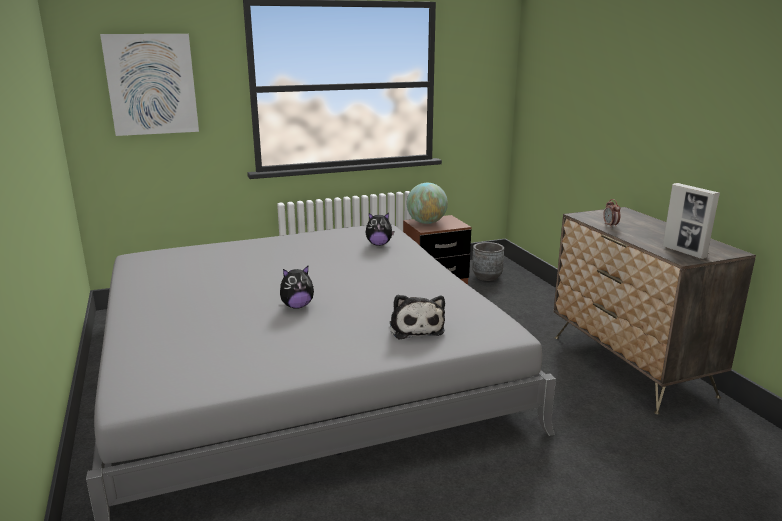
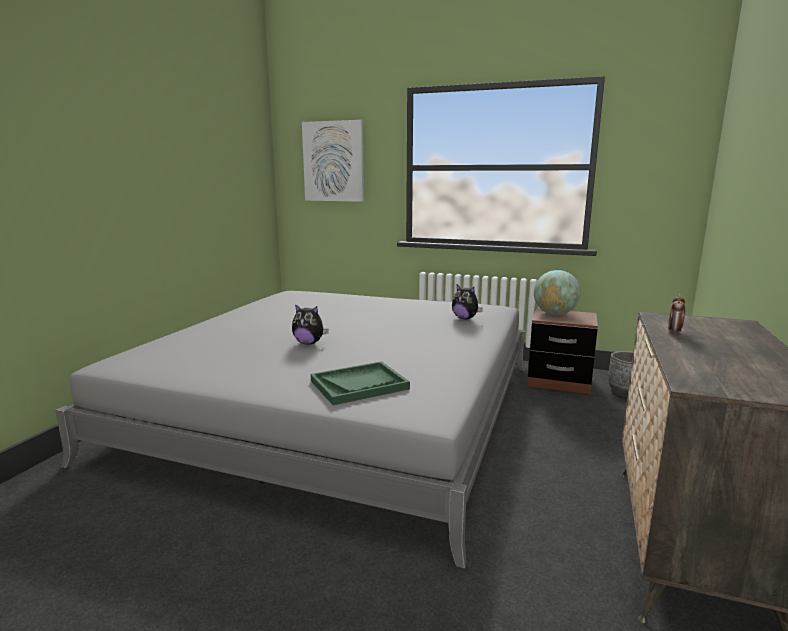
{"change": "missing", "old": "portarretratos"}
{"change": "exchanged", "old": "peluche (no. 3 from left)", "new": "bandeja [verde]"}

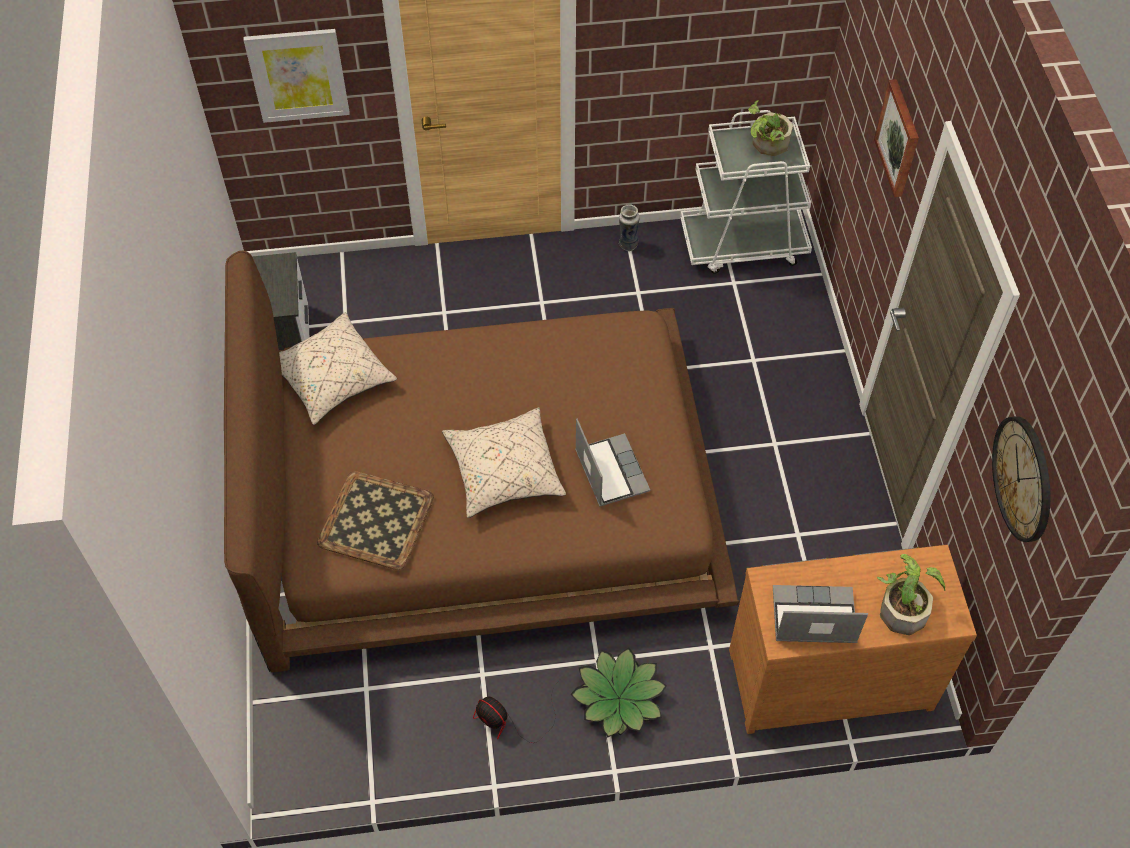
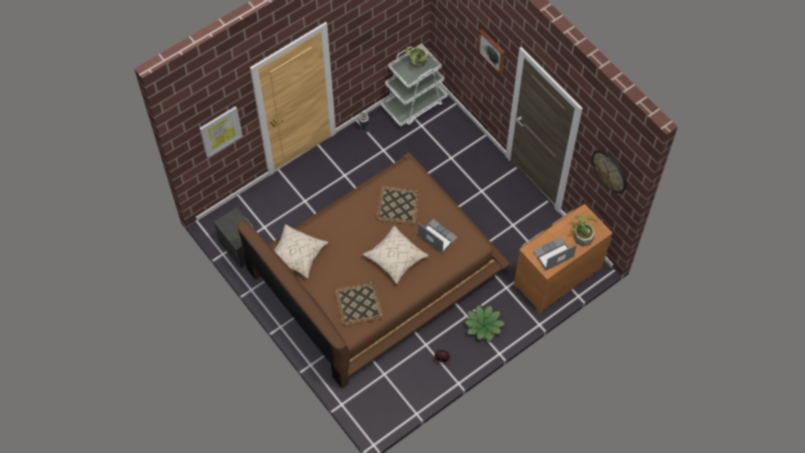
{"change": "appeared", "new": "bandeja (no. 2 from left)"}

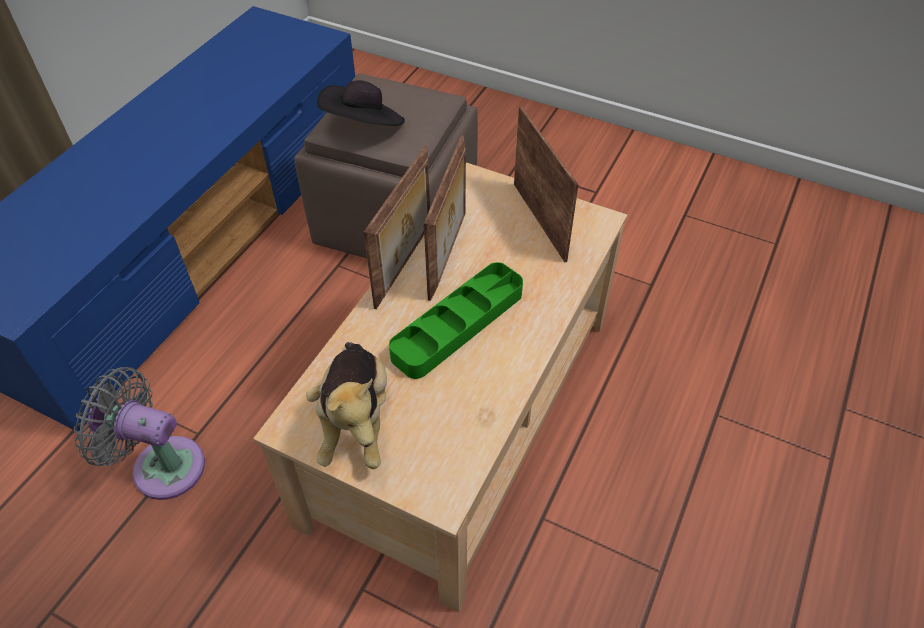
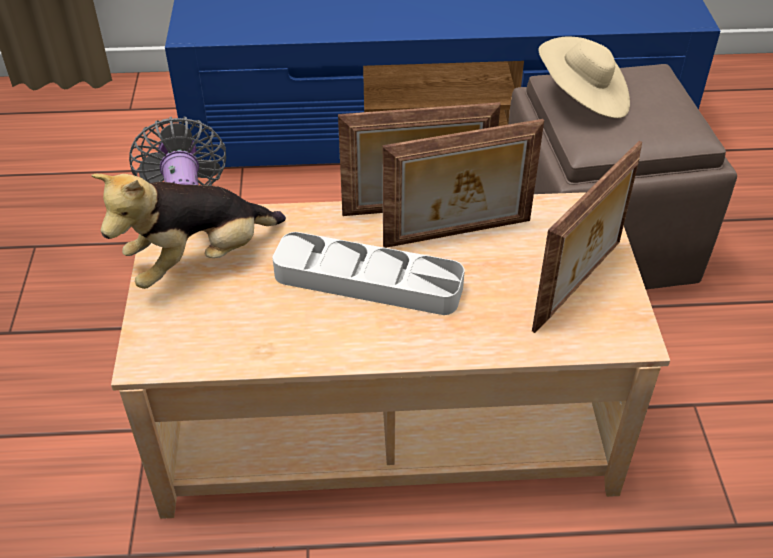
{"change": "colour", "old": "sombrero [negro]", "new": "sombrero [beis]"}
{"change": "colour", "old": "bandeja [verde]", "new": "bandeja [gris]"}

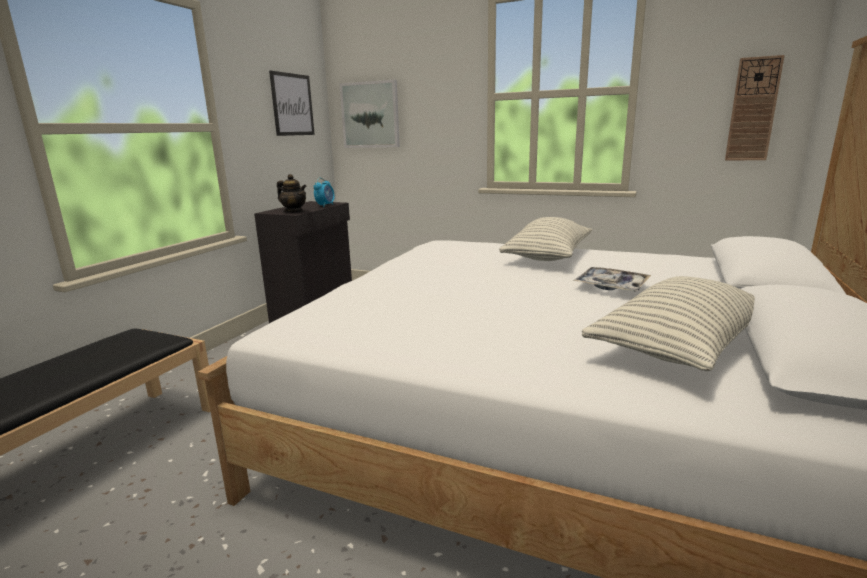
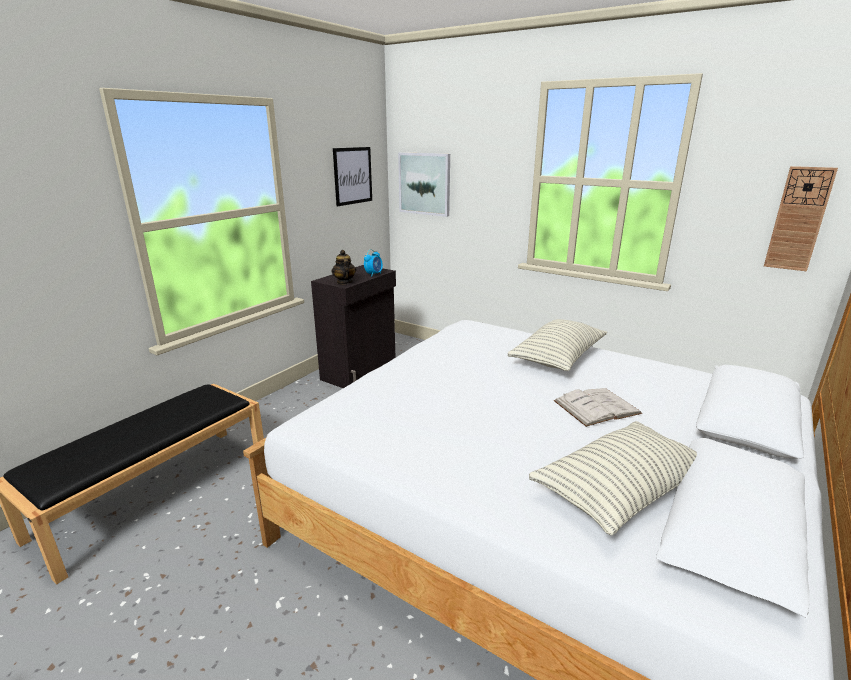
{"change": "spun", "old": "tetera", "degrees": -150}
{"change": "exchanged", "old": "bandeja", "new": "libro [blanco]"}

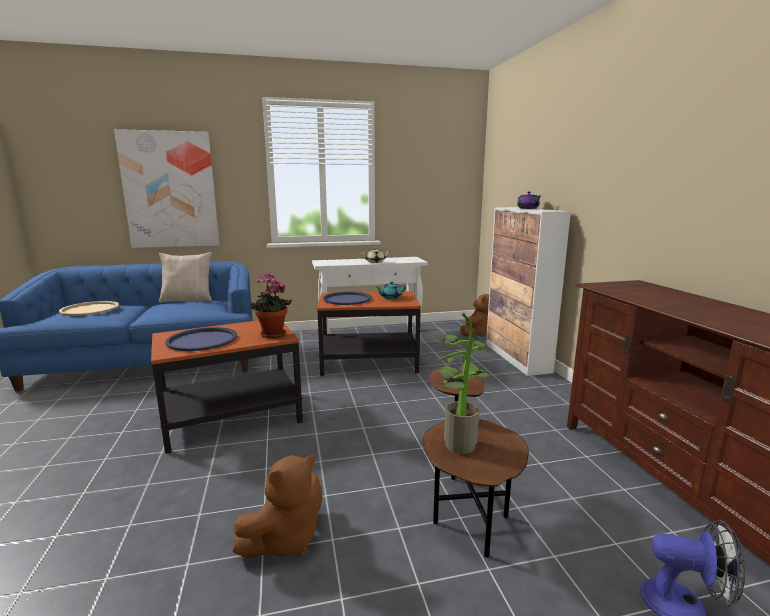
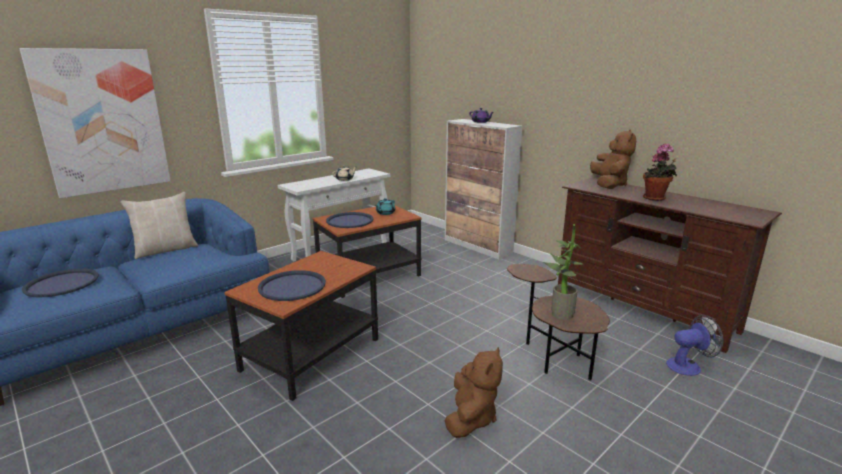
{"change": "relocated", "old": "planta en maceta (no. 1 from left in the first image)", "new": "planta en maceta (no. 2 from left)"}
{"change": "relocated", "old": "peluche [marrón] (no. 2 from left)"}
{"change": "colour", "old": "bandeja [beis]", "new": "bandeja [azul] (no. 1 from left)"}

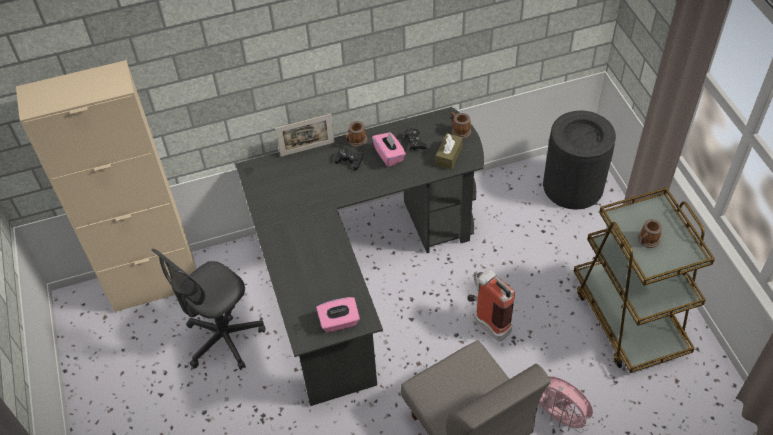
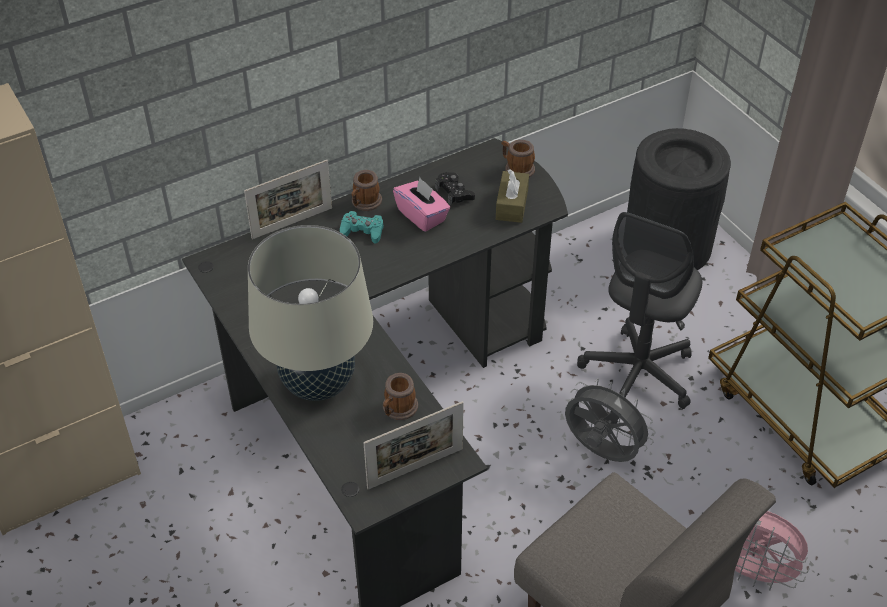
{"change": "colour", "old": "mando de consola [negro] (no. 1 from left)", "new": "mando de consola [turquesa]"}
{"change": "relocated", "old": "taza grande (no. 3 from left in the first image)", "new": "taza grande (no. 2 from left)"}
{"change": "relocated", "old": "silla de oficina [gris]"}
{"change": "exchanged", "old": "extintor", "new": "ventilador [gris]"}
{"change": "exchanged", "old": "caja de pañuelos [rosa] (no. 1 from left)", "new": "portarretratos (no. 2 from left)"}
{"change": "appeared", "new": "lámpara de mesa [beis]"}

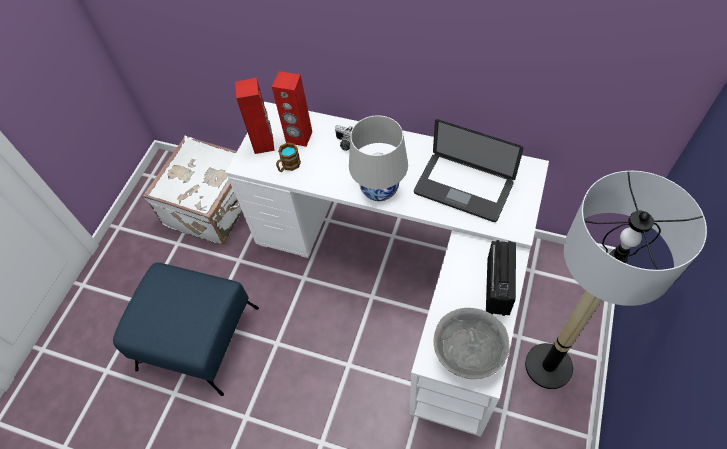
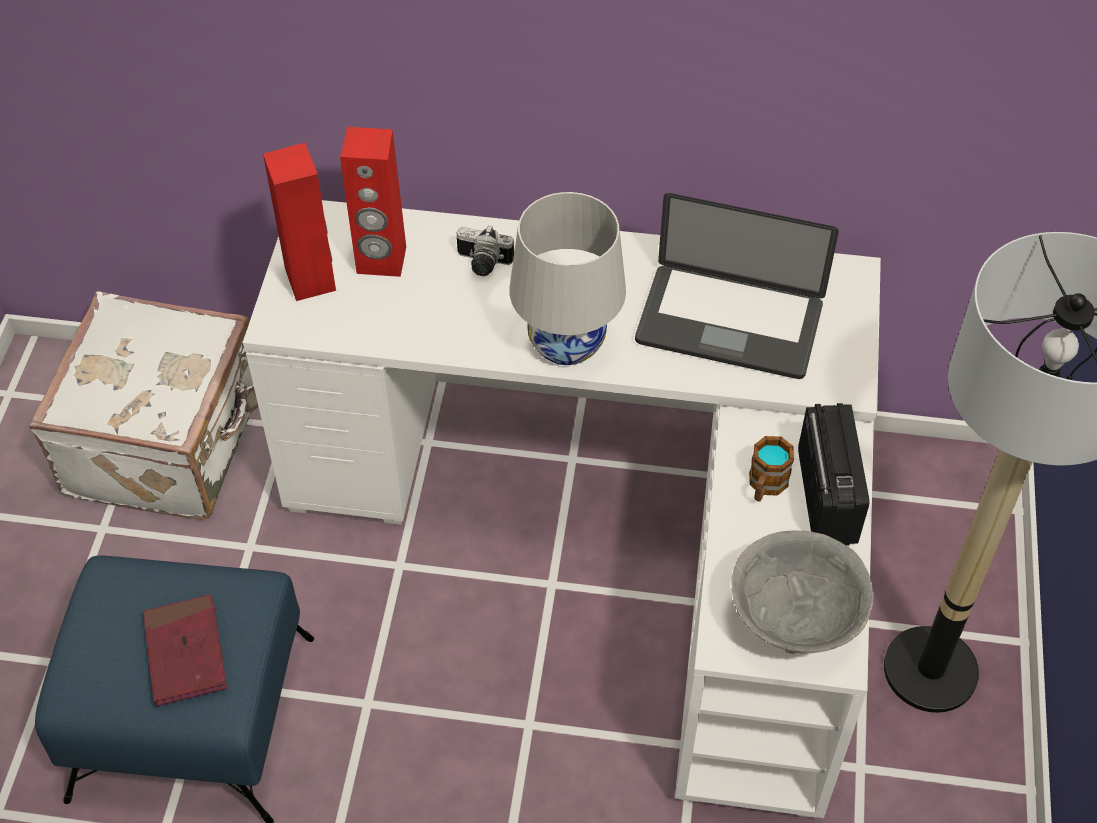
{"change": "relocated", "old": "taza grande"}
{"change": "appeared", "new": "libro [rojo]"}

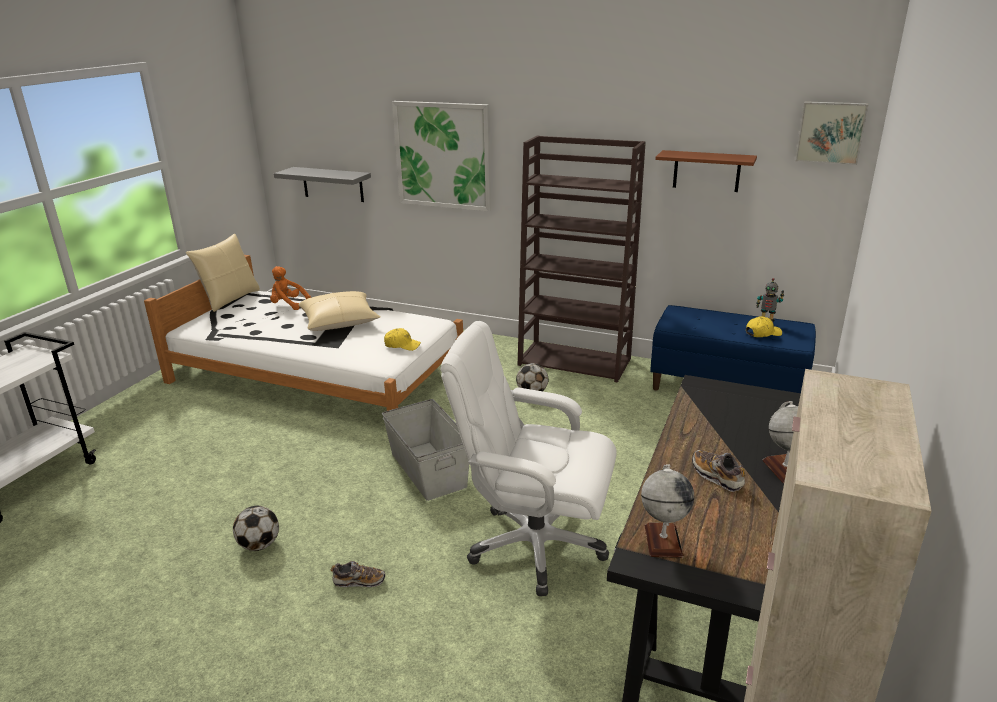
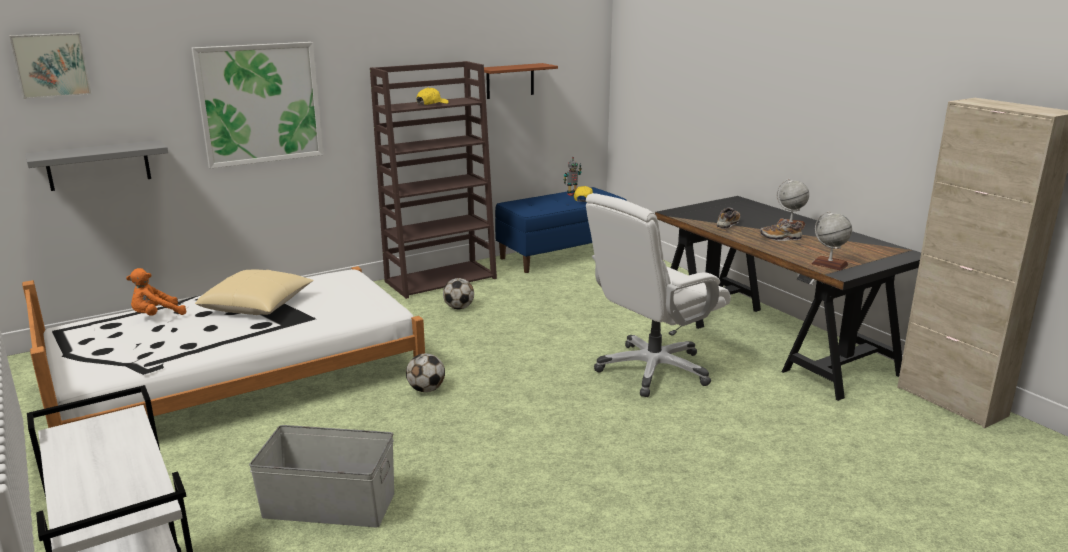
{"change": "relocated", "old": "cuadro (no. 2 from left in the first image)", "new": "cuadro (no. 1 from left)"}
{"change": "missing", "old": "cojín [beis] (no. 1 from left)"}
{"change": "relocated", "old": "gorra [amarillo] (no. 1 from left)"}
{"change": "relocated", "old": "caja de almacenaje [gris]"}
{"change": "relocated", "old": "balón de fútbol (no. 1 from left)"}
{"change": "relocated", "old": "zapato (no. 1 from left)"}

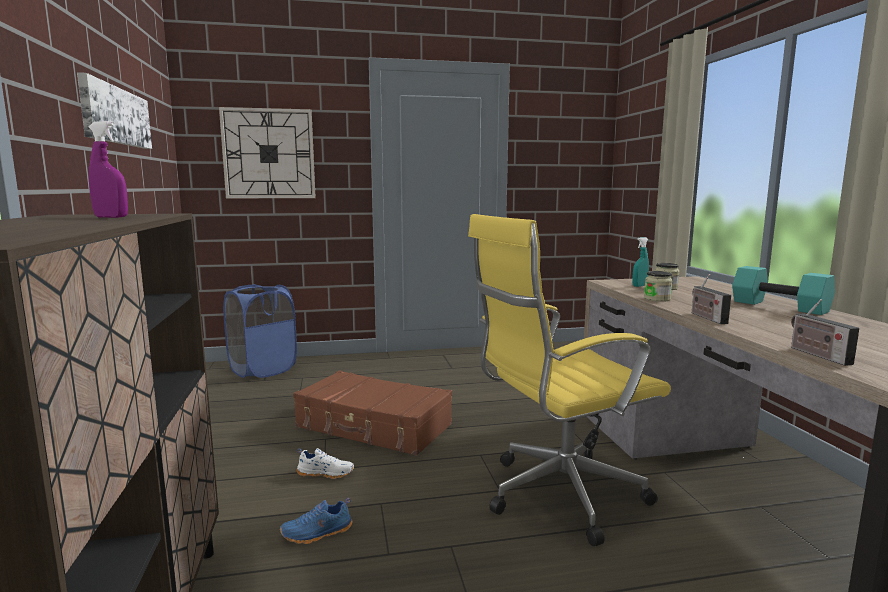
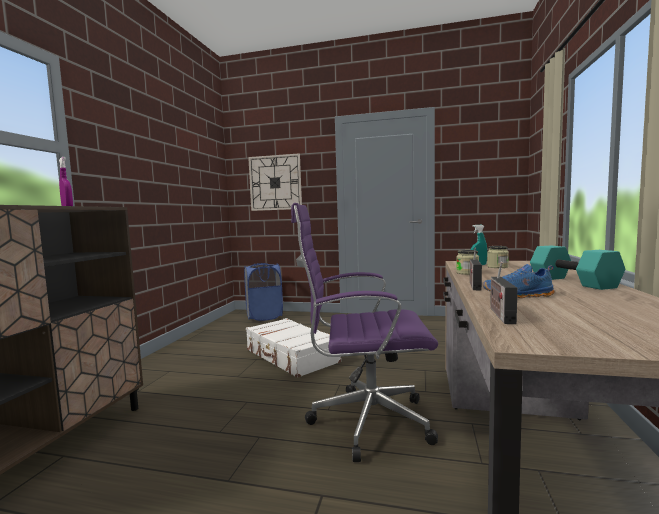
{"change": "missing", "old": "cuadro"}
{"change": "colour", "old": "silla de oficina [amarillo]", "new": "silla de oficina [morado]"}
{"change": "colour", "old": "maleta [marrón]", "new": "maleta [blanco]"}
{"change": "missing", "old": "zapato [blanco]"}
{"change": "relocated", "old": "zapato [azul]"}

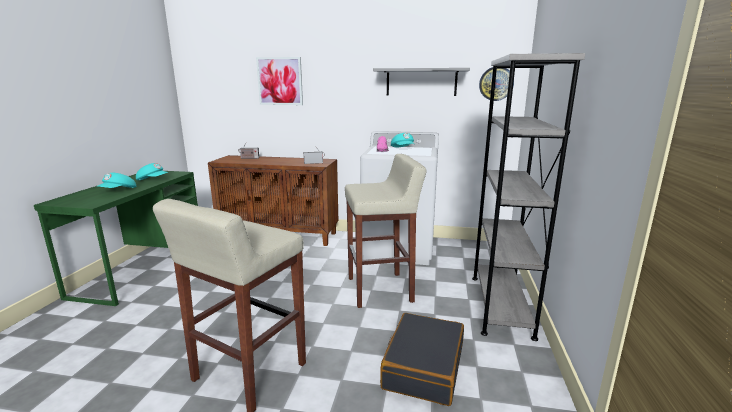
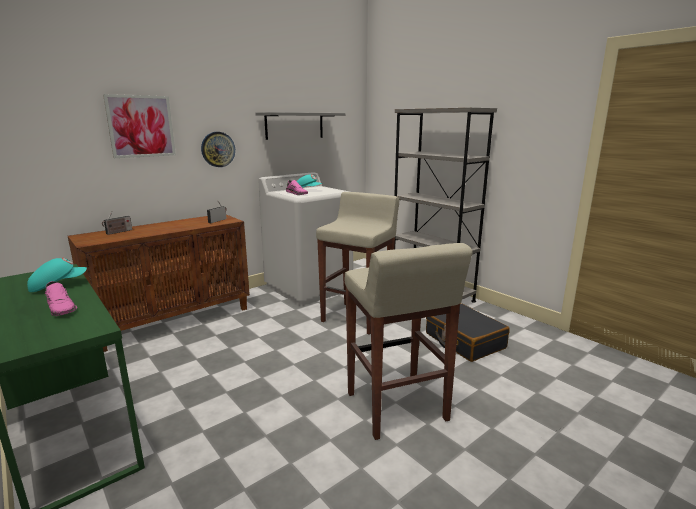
{"change": "relocated", "old": "reloj de pared"}
{"change": "exchanged", "old": "gorra [turquesa] (no. 1 from left)", "new": "zapato [rosa] (no. 1 from left)"}

